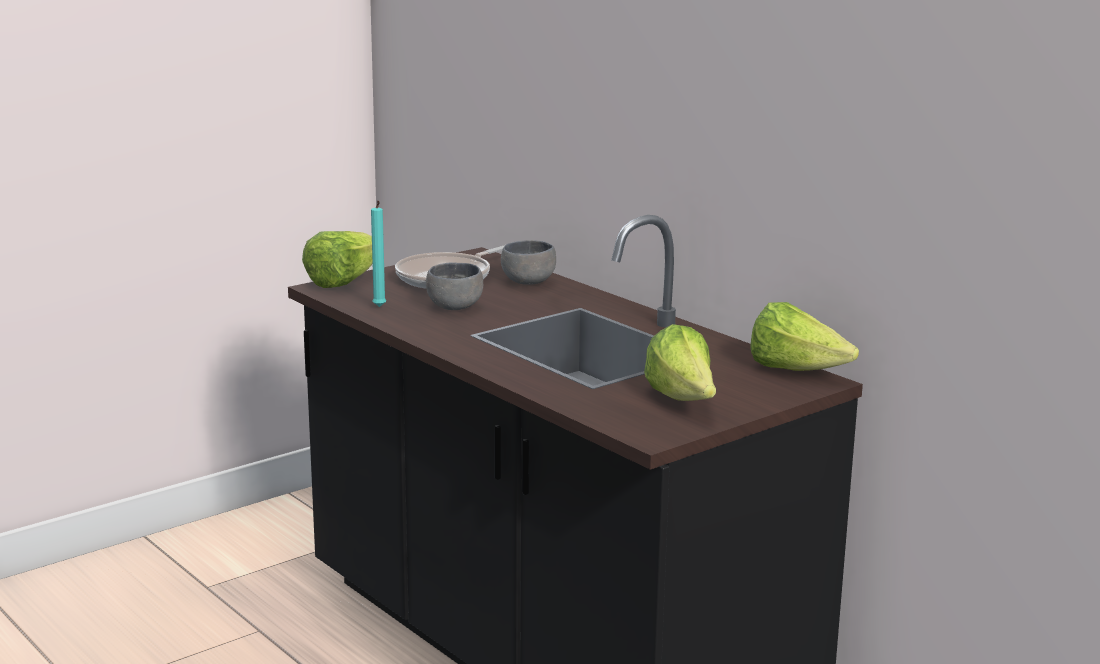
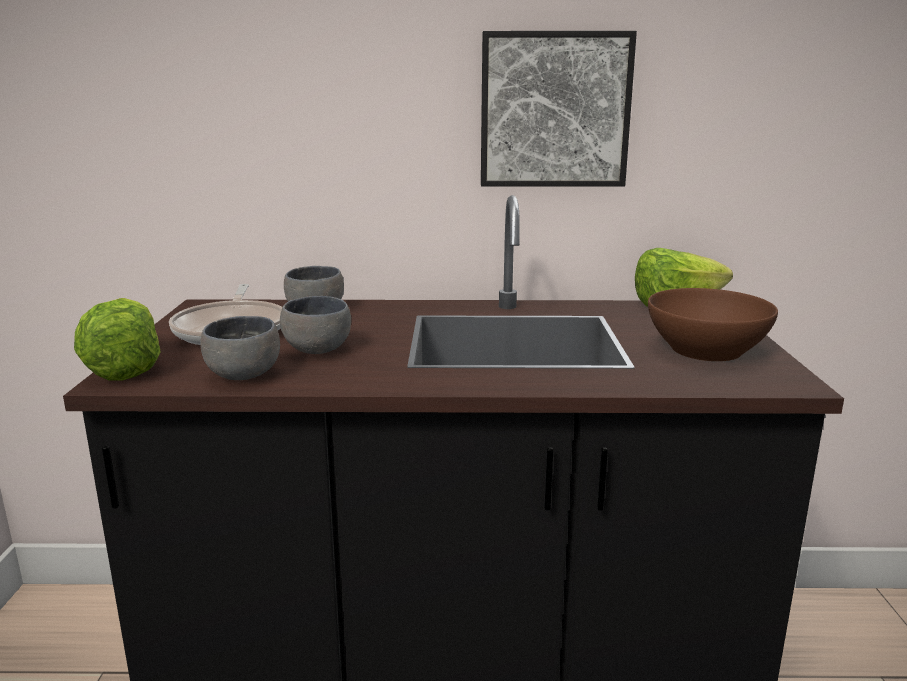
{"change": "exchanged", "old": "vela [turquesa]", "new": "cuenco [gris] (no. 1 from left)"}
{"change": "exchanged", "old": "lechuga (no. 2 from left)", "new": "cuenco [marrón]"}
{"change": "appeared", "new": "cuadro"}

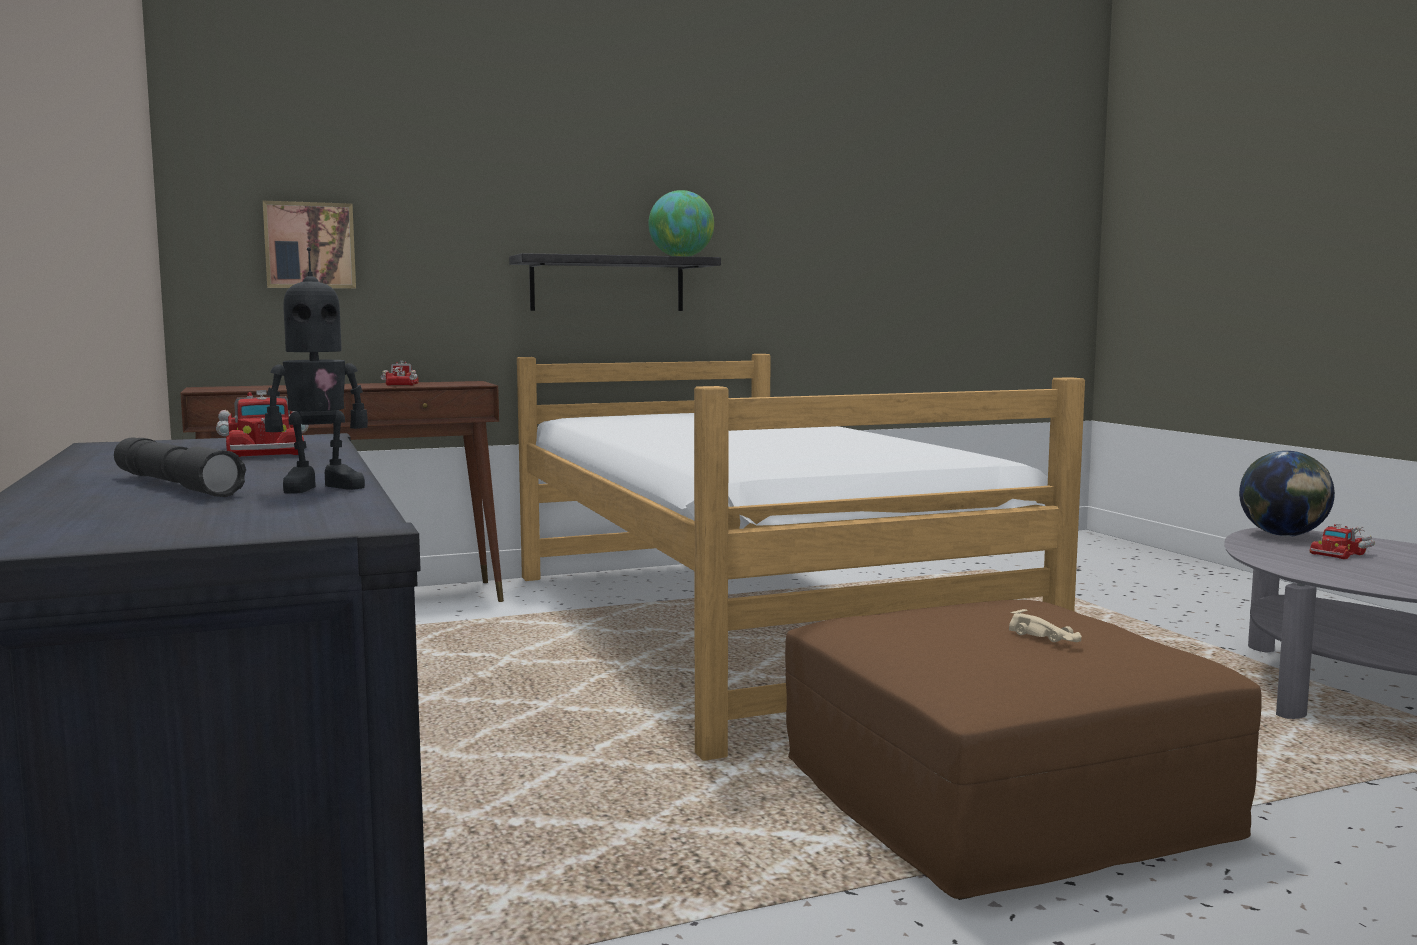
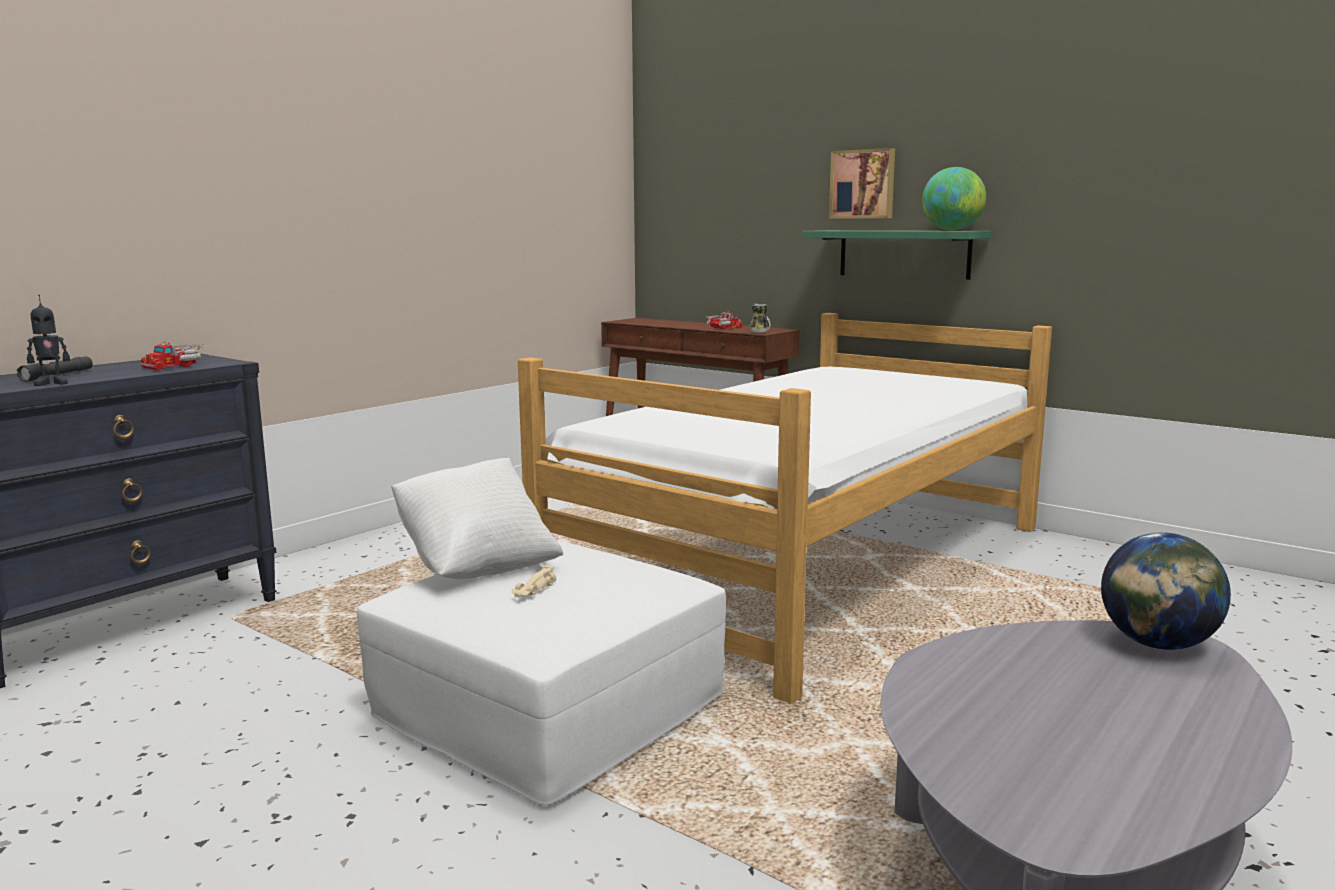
{"change": "relocated", "old": "cuadro"}
{"change": "spun", "old": "robot de juguete", "degrees": -60}
{"change": "colour", "old": "estante [negro]", "new": "estante [verde]"}
{"change": "missing", "old": "camión de juguete (no. 3 from left)"}
{"change": "colour", "old": "puf [marrón]", "new": "puf [blanco]"}
{"change": "appeared", "new": "zapato"}
{"change": "appeared", "new": "cojín [blanco]"}

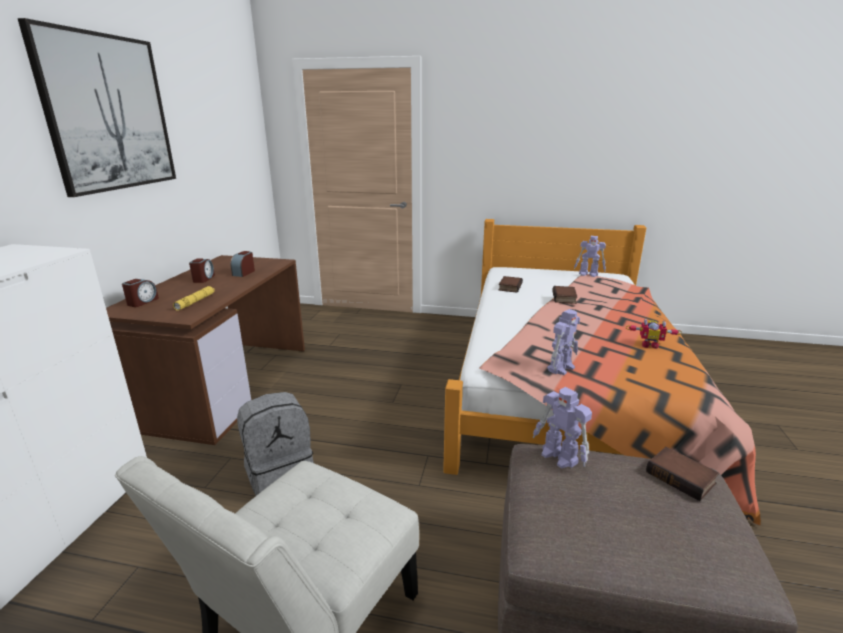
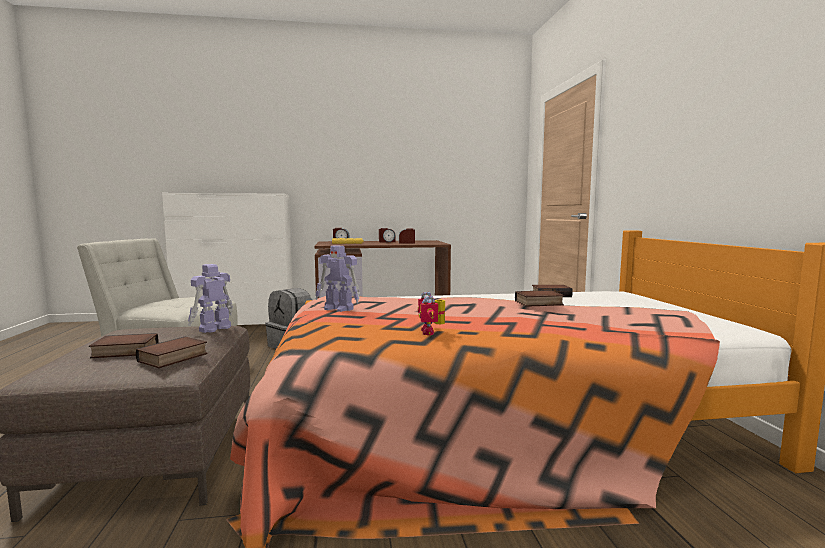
{"change": "missing", "old": "cuadro"}
{"change": "missing", "old": "robot de juguete (no. 3 from left)"}
{"change": "appeared", "new": "libro (no. 1 from left)"}

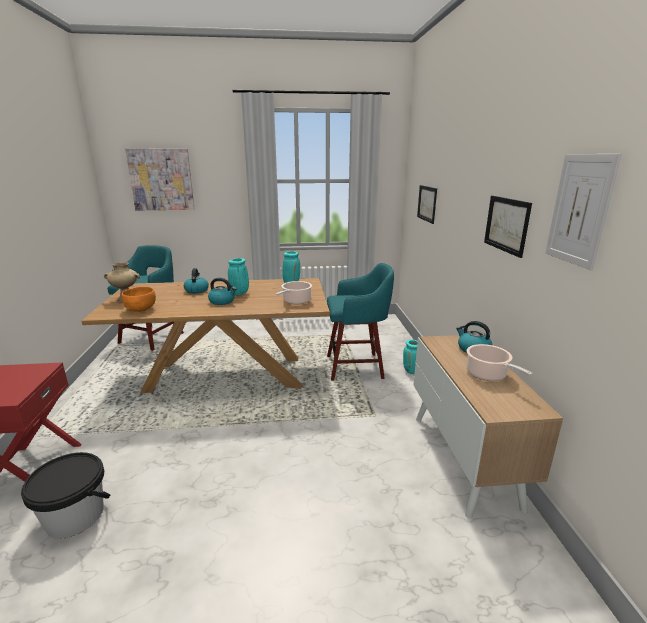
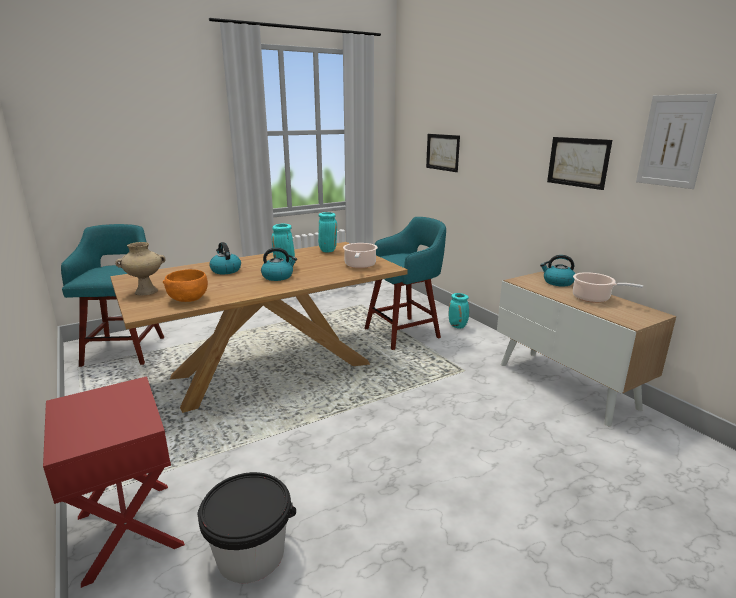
{"change": "missing", "old": "cuadro (no. 1 from left)"}

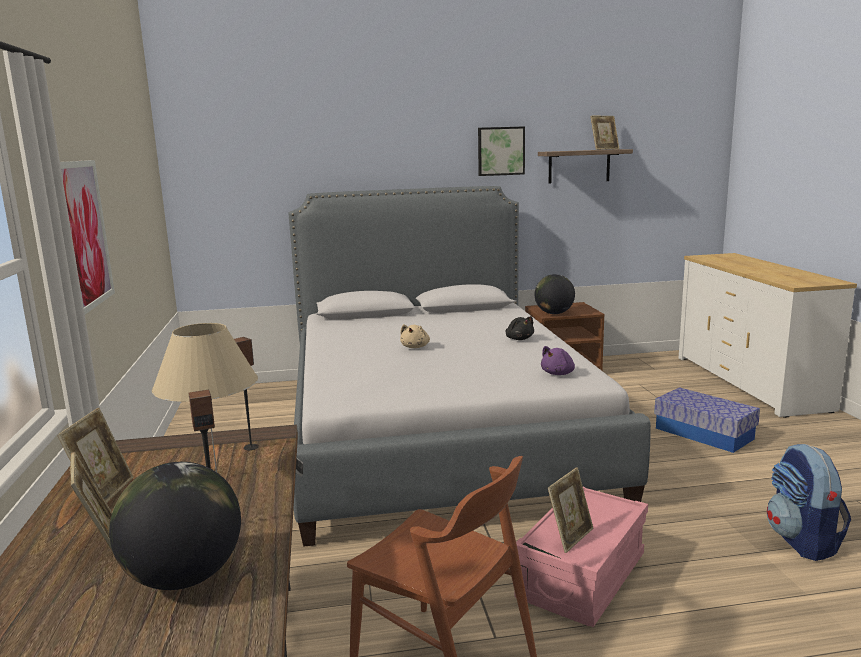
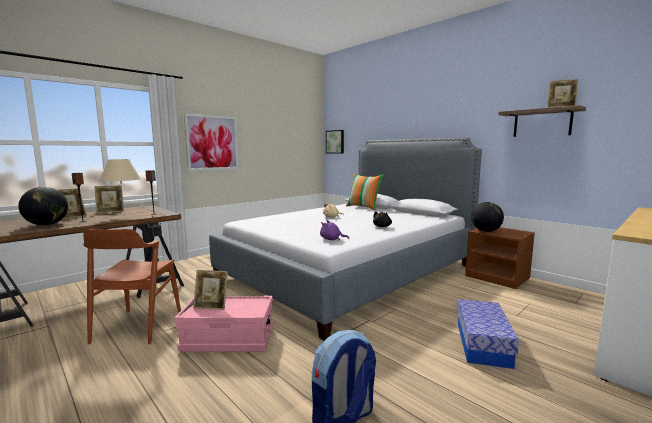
{"change": "relocated", "old": "cuadro (no. 2 from left)"}
{"change": "appeared", "new": "cojín"}

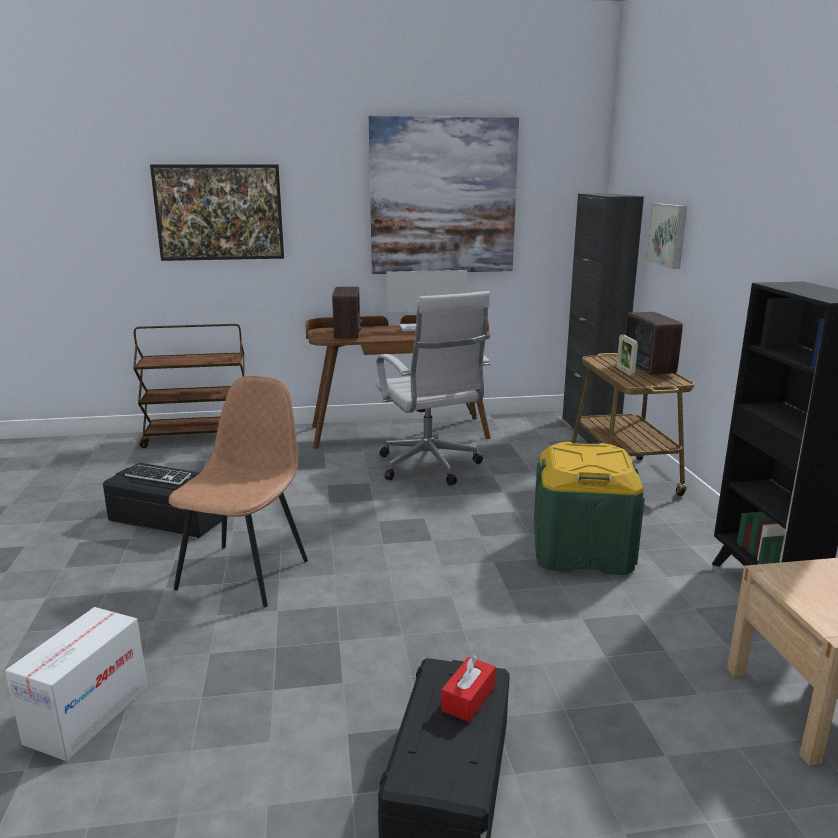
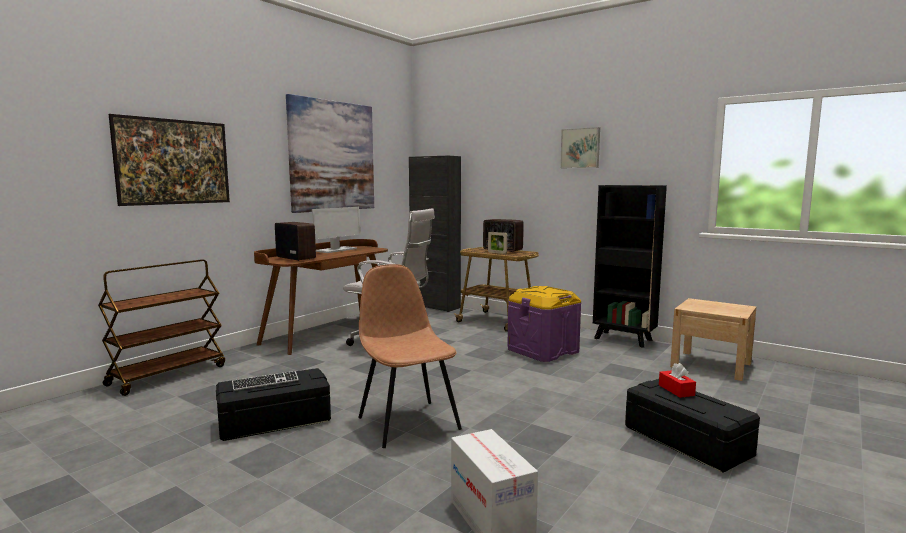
{"change": "relocated", "old": "cuadro (no. 3 from left)"}
{"change": "colour", "old": "caja de almacenaje [verde]", "new": "caja de almacenaje [morado]"}

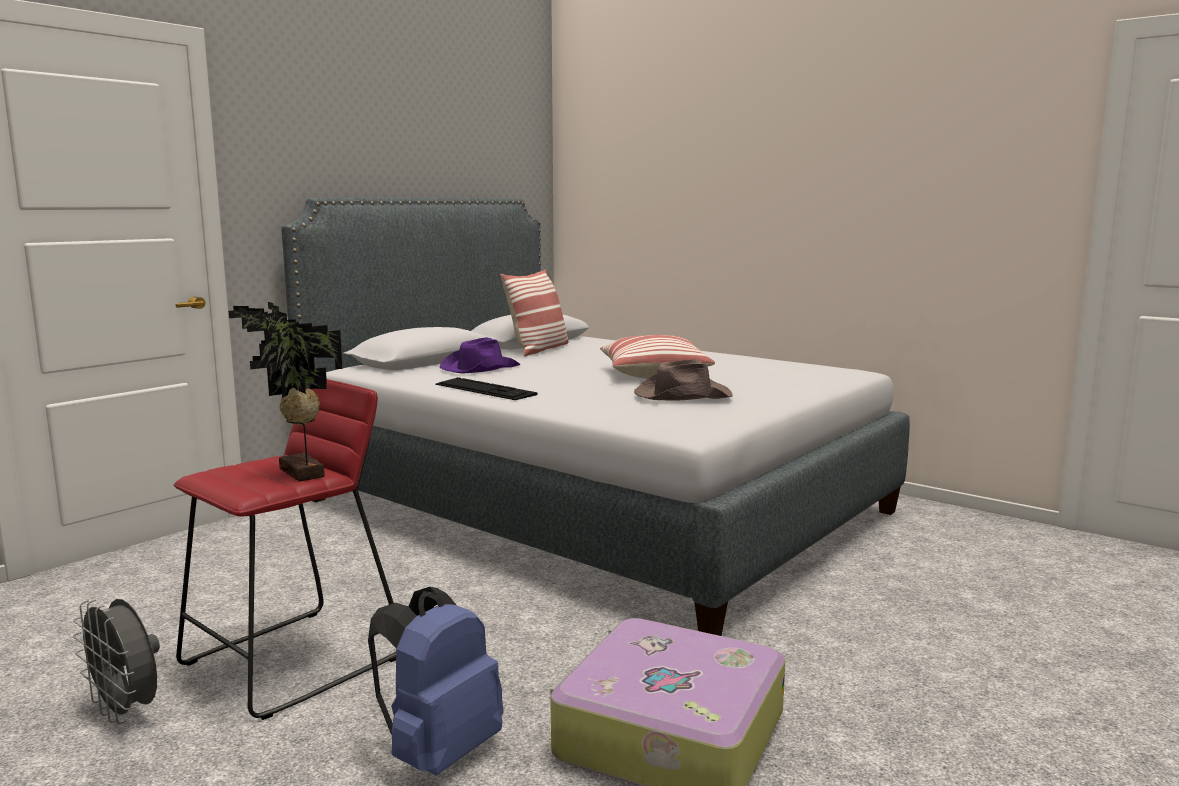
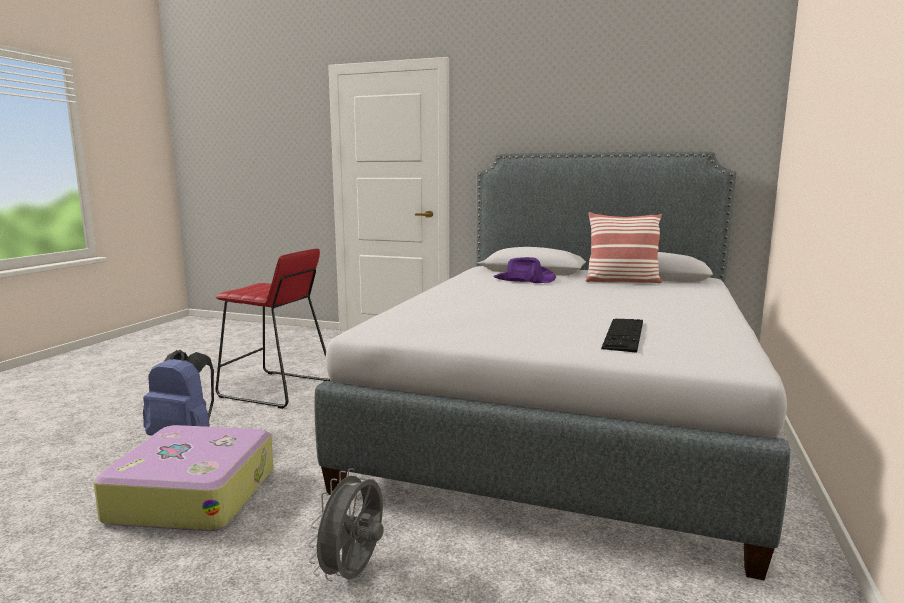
{"change": "missing", "old": "planta en maceta"}
{"change": "missing", "old": "cojín (no. 2 from left)"}
{"change": "missing", "old": "sombrero [marrón]"}
{"change": "relocated", "old": "teclado"}
{"change": "relocated", "old": "ventilador [gris]"}

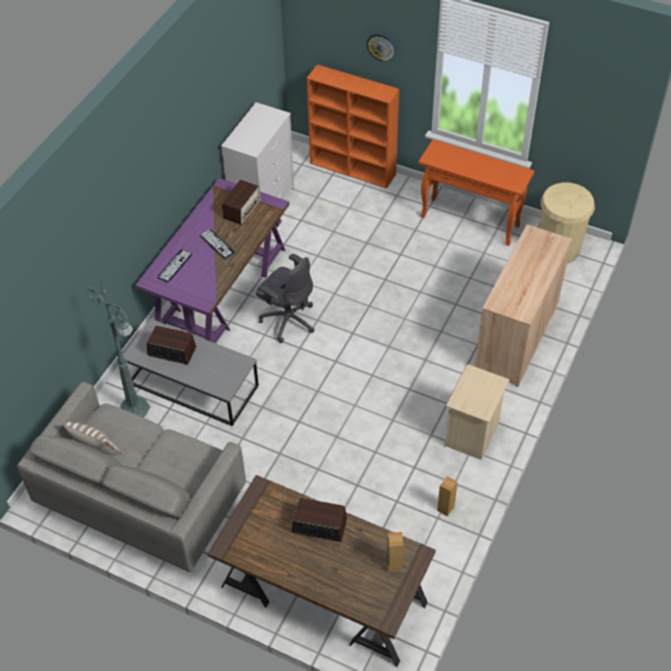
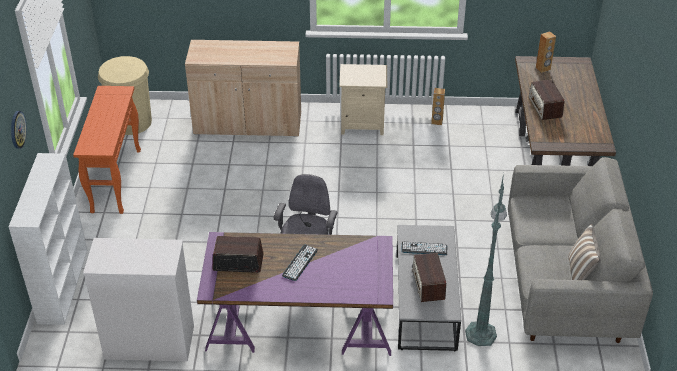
{"change": "colour", "old": "estantería [naranja]", "new": "estantería [blanco]"}
{"change": "relocated", "old": "teclado (no. 1 from left in the first image)", "new": "teclado (no. 2 from left)"}

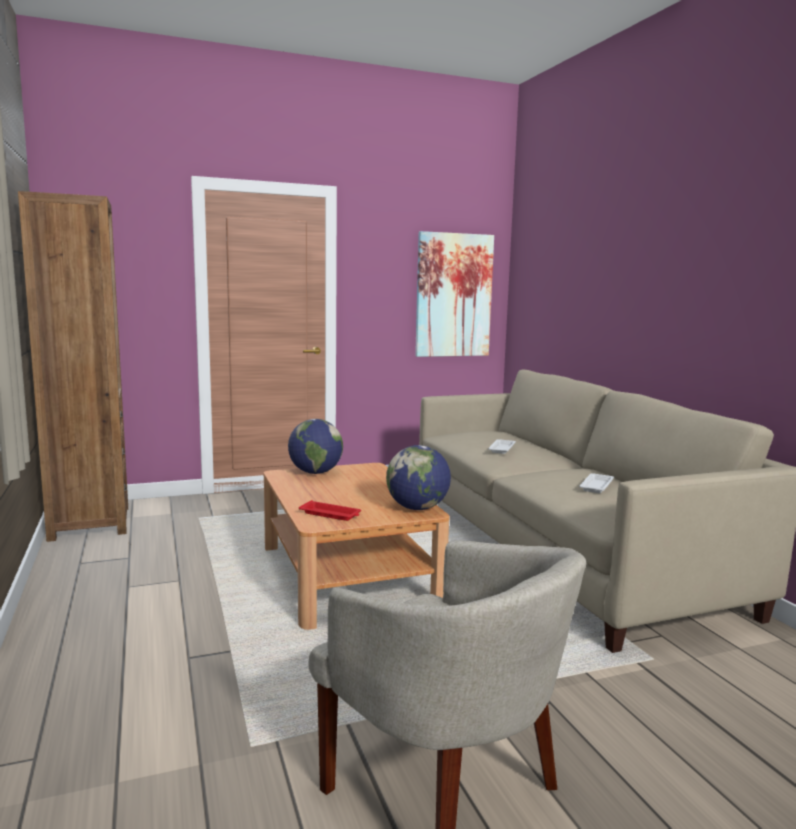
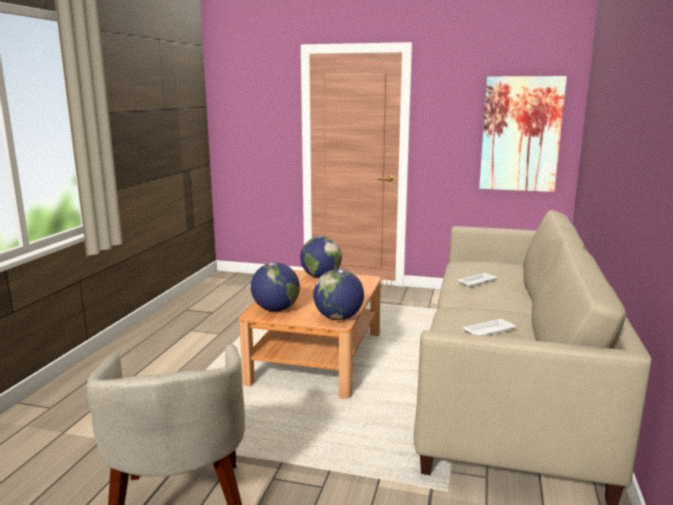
{"change": "missing", "old": "estantería [marrón]"}
{"change": "exchanged", "old": "bandeja [rojo]", "new": "globo terráqueo (no. 1 from left)"}

